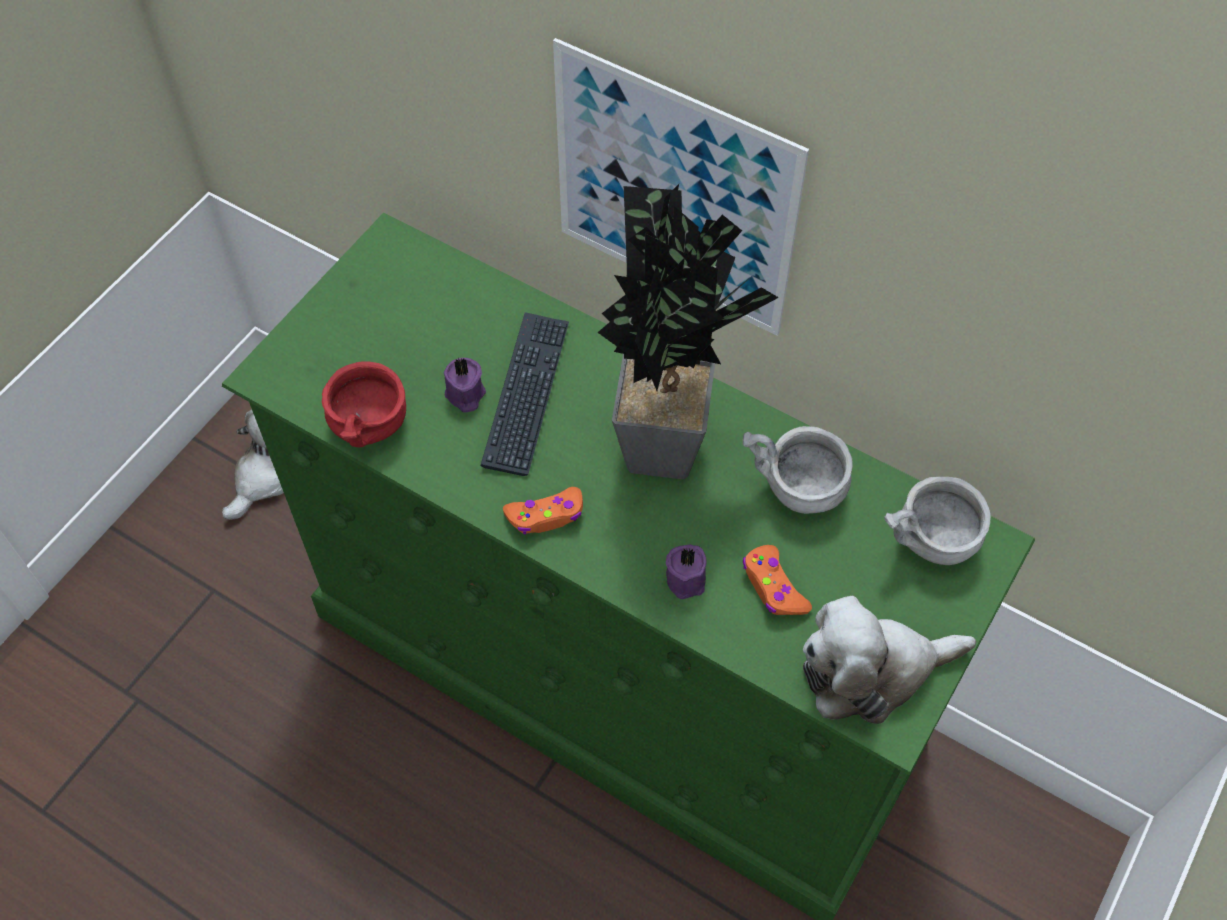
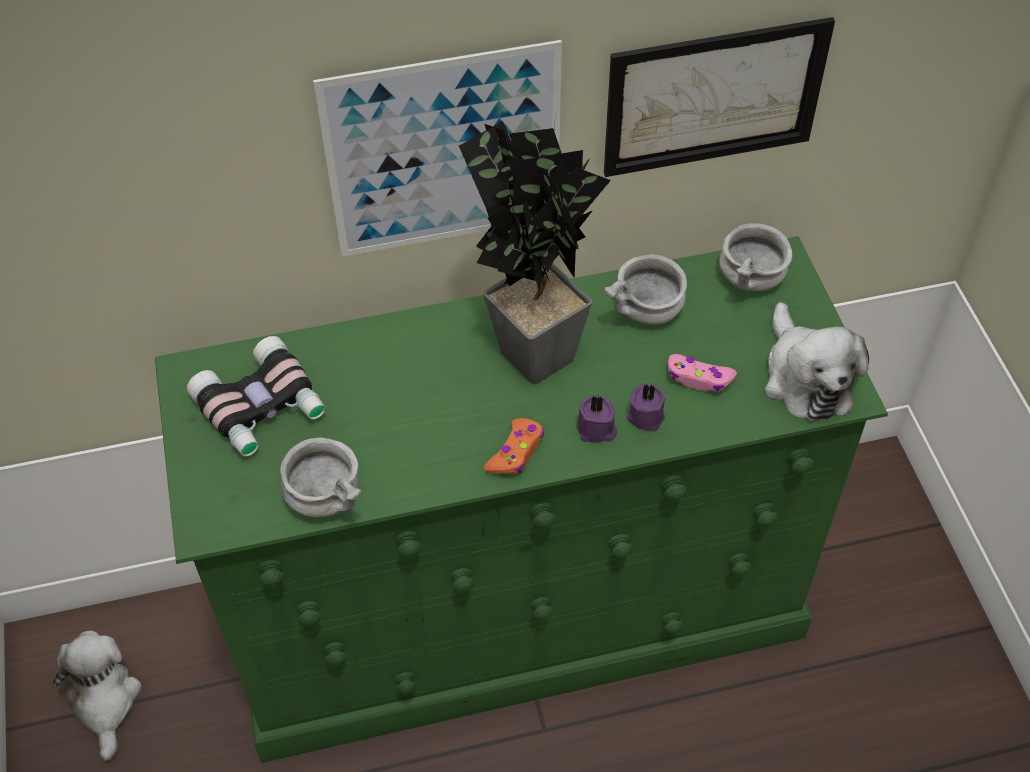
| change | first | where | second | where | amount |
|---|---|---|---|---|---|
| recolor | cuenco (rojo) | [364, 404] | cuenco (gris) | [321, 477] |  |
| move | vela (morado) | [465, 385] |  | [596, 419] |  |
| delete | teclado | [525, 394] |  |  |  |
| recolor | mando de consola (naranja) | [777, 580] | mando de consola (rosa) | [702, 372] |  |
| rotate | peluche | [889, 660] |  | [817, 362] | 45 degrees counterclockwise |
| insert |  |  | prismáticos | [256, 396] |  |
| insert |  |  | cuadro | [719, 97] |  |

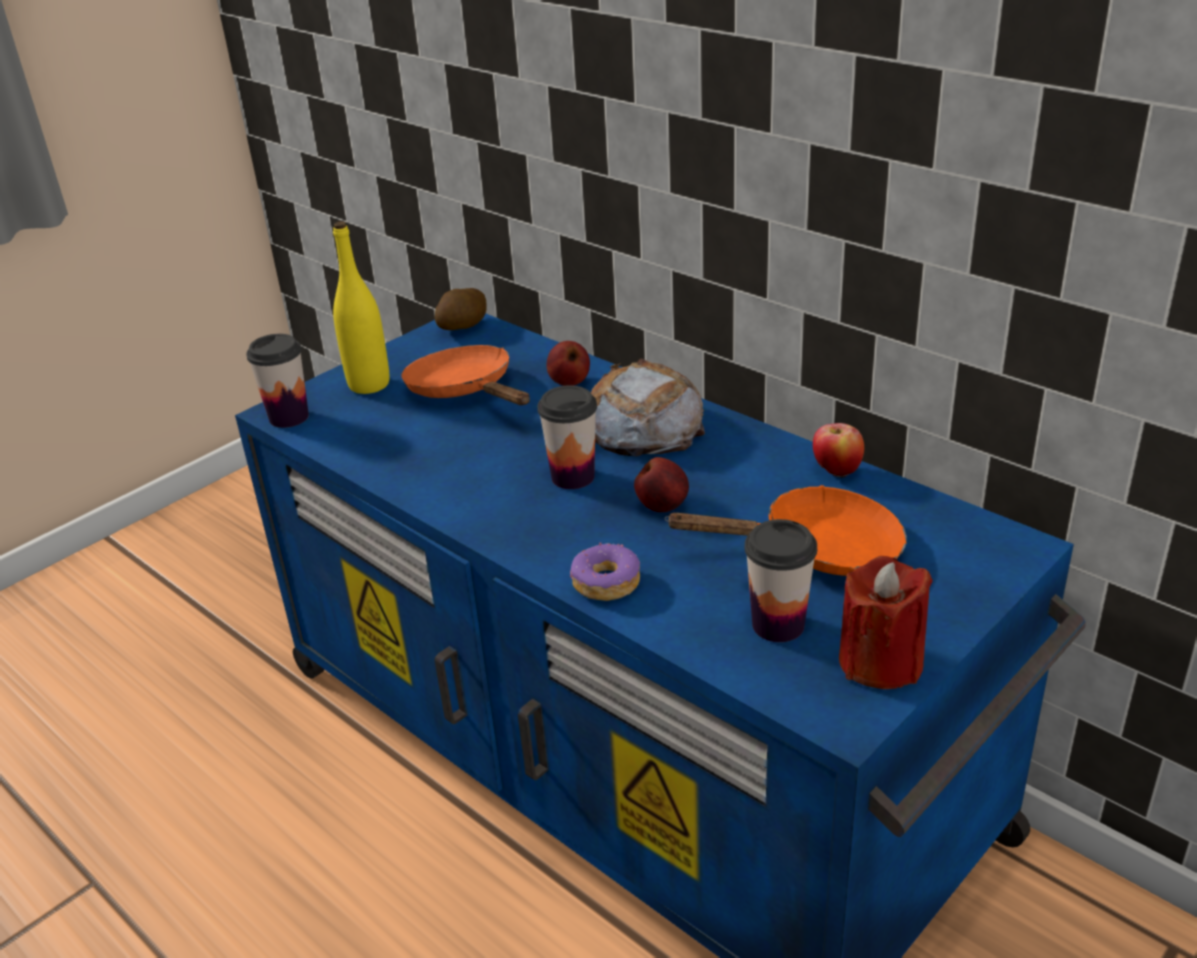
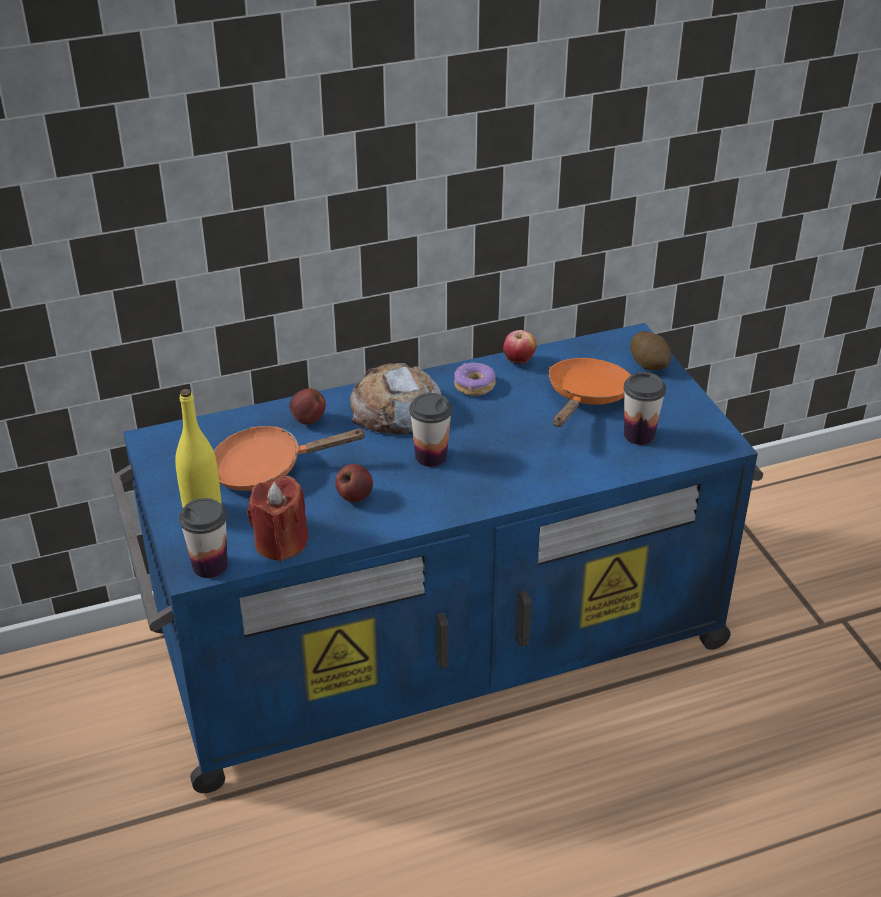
| change | first | where | second | where | amount |
|---|---|---|---|---|---|
| move | patata | [461, 309] |  | [650, 350] |  |
| move | rosquilla | [605, 571] |  | [475, 379] |  |
| move | manzana | [661, 484] |  | [354, 483] |  |
| move | vela (rojo) | [886, 622] |  | [278, 519] |  |

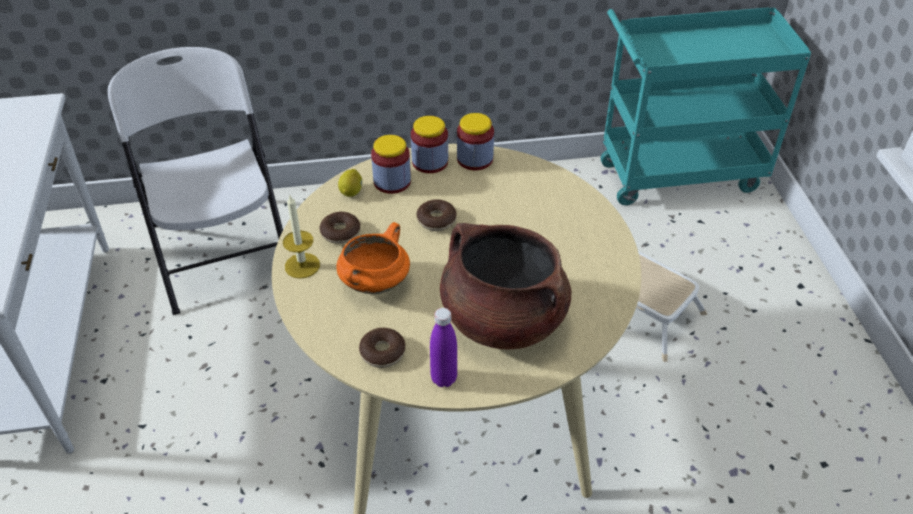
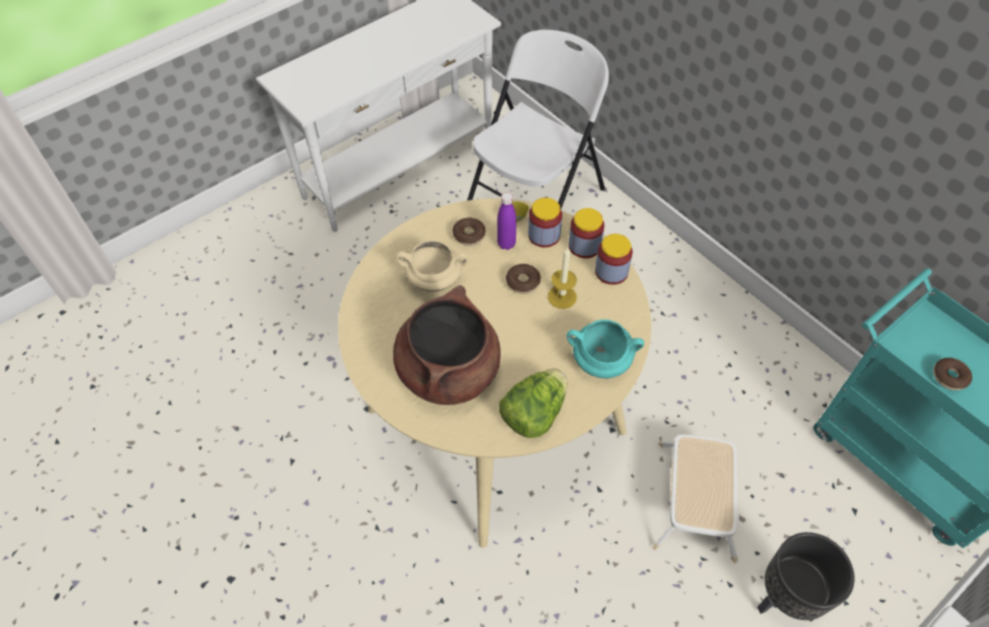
| change | first | where | second | where | amount |
|---|---|---|---|---|---|
| move | vela | [301, 237] |  | [562, 278] |  |
| recolor | olla (naranja) | [373, 258] | olla (beis) | [432, 266] |  |
| move | rosquilla | [382, 348] |  | [952, 374] |  |
| move | botella (morado) | [443, 347] |  | [506, 221] |  |
| insert |  |  | lechuga | [533, 403] |  |
| insert |  |  | olla (turquesa) | [605, 348] |  |
| insert |  |  | maceta (negro) | [806, 576] |  |

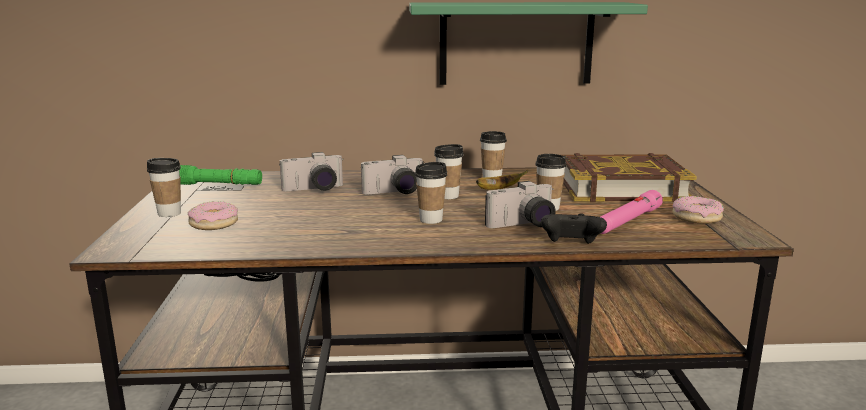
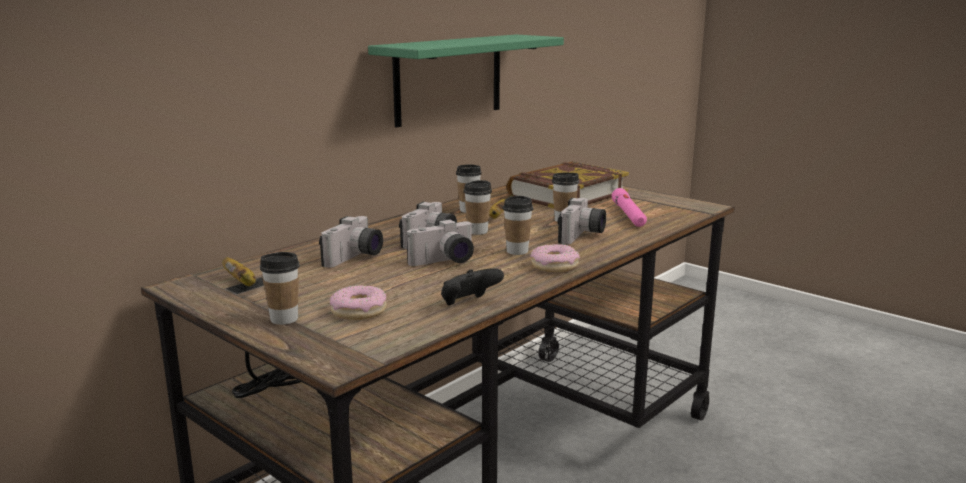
| change | first | where | second | where | amount |
|---|---|---|---|---|---|
| replace | linterna (verde) | [220, 175] | plátano | [239, 271] |  |
| move | mando de consola (negro) | [574, 228] |  | [472, 287] |  |
| move | rosquilla | [698, 210] |  | [555, 258] |  |
| insert |  |  | cámara | [440, 242] |  |

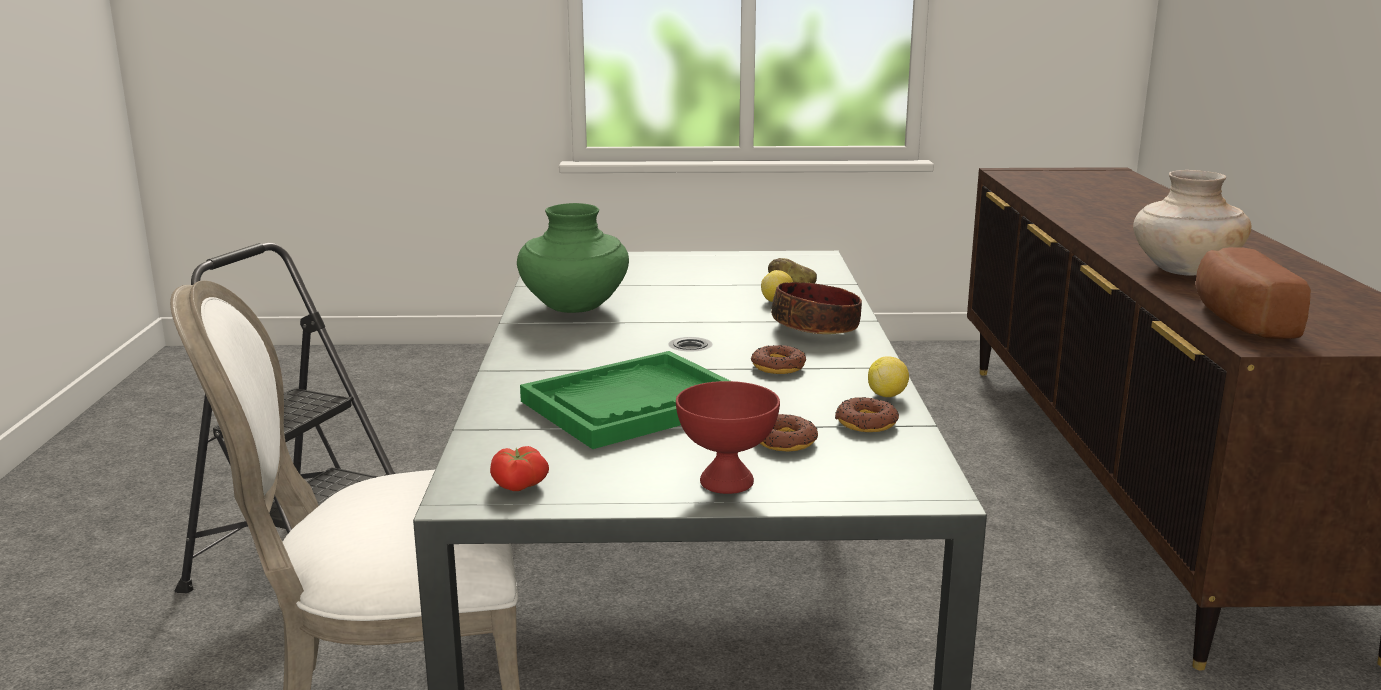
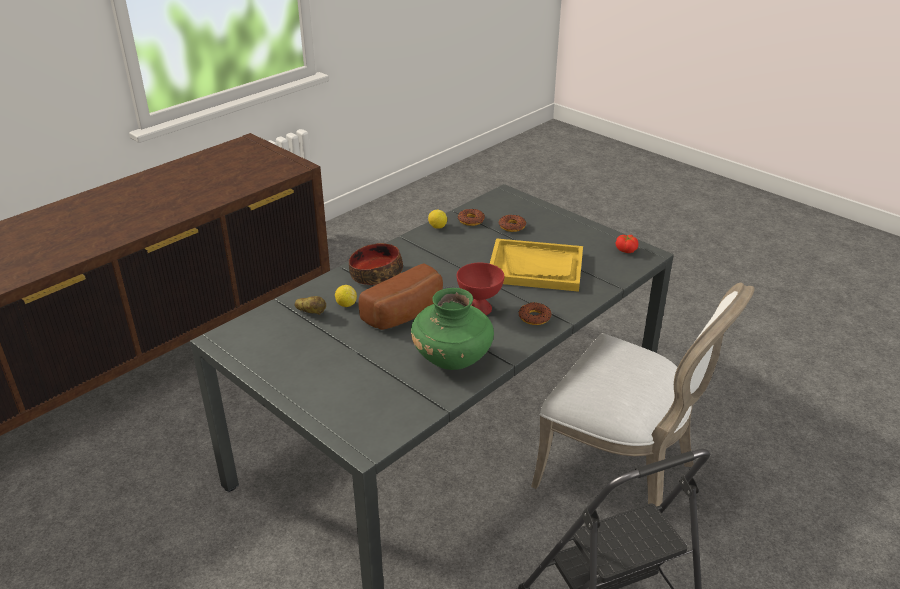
| change | first | where | second | where | amount |
|---|---|---|---|---|---|
| recolor | bandeja (verde) | [625, 400] | bandeja (amarillo) | [536, 265] |  |
| move | cuenco (rojo) | [728, 437] |  | [480, 289] |  |
| move | rosquilla | [778, 359] |  | [535, 313] |  |
| delete | florero (beis) | [1192, 223] |  |  |  |
| move | pan | [1253, 293] |  | [400, 296] |  |

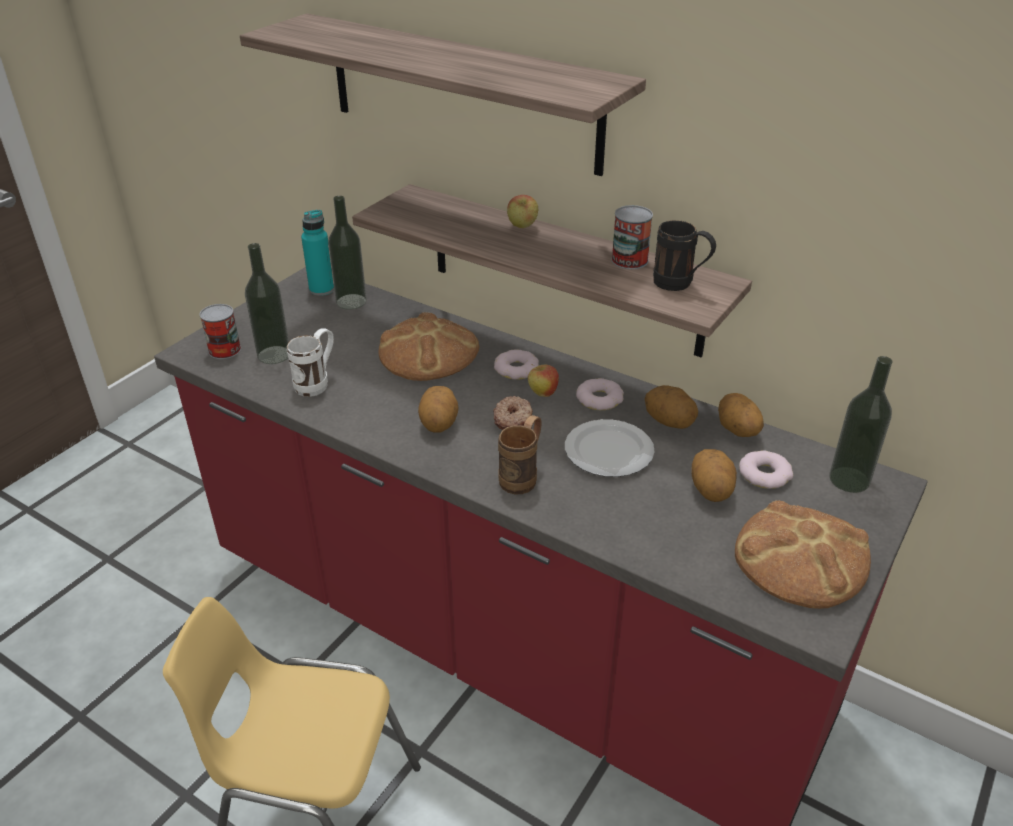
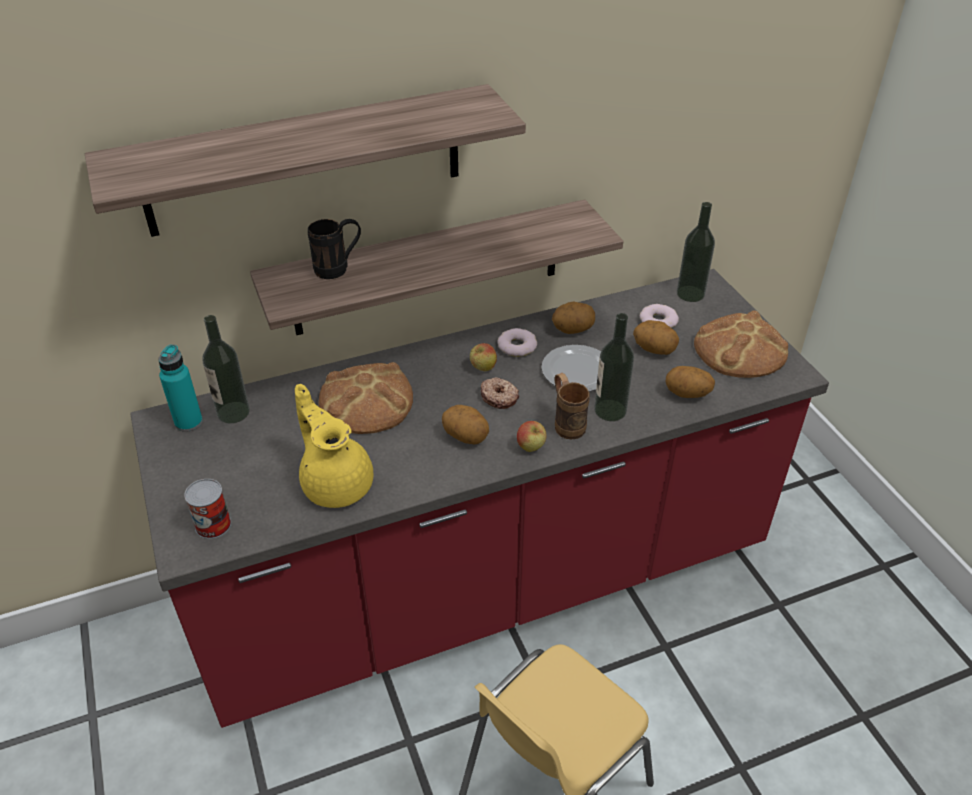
| change | first | where | second | where | amount |
|---|---|---|---|---|---|
| move | botella | [267, 303] |  | [614, 367] |  |
| replace | taza grande (blanco) | [310, 362] | tetera (amarillo) | [334, 446] |  |
| delete | rosquilla | [516, 364] |  |  |  |
| move | manzana | [522, 211] |  | [532, 436] |  |
| delete | lata | [632, 237] |  |  |  |
| move | taza grande (negro) | [684, 255] |  | [334, 249] |  |
| move | patata | [741, 415] |  | [690, 382] |  |

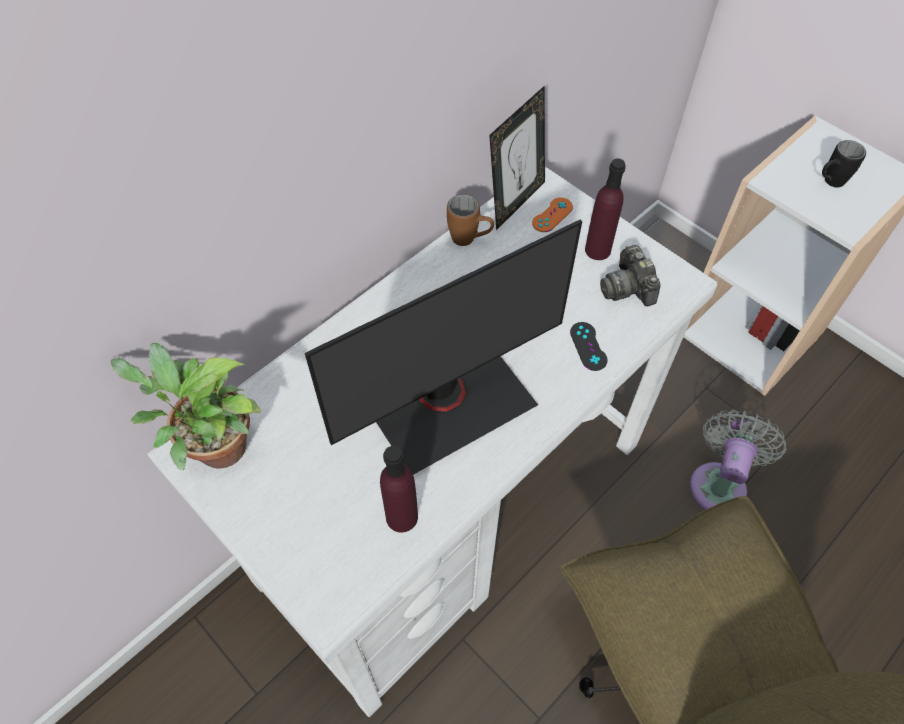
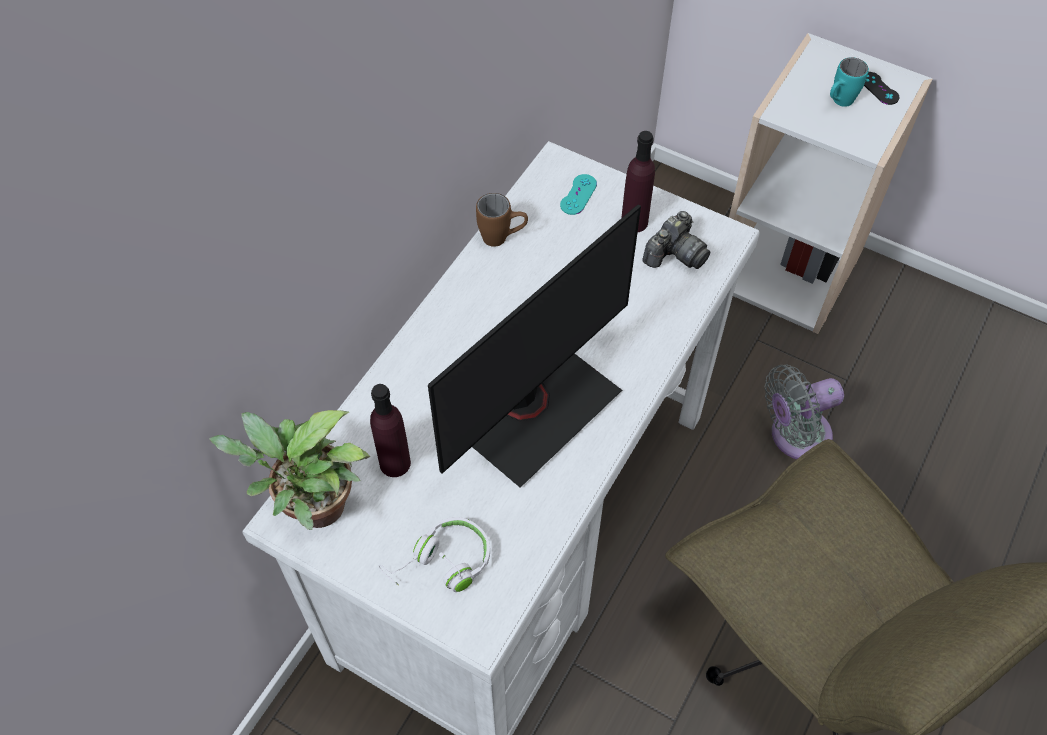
| change | first | where | second | where | amount |
|---|---|---|---|---|---|
| move | botella (morado) | [399, 489] |  | [390, 430] |  |
| delete | portarretratos | [517, 158] |  |  |  |
| recolor | mando de consola (naranja) | [552, 215] | mando de consola (turquesa) | [578, 194] |  |
| move | mando de consola (negro) | [589, 346] |  | [881, 88] |  |
| rotate | cámara | [630, 275] |  | [676, 240] | 105 degrees counterclockwise |
| rotate | ventilador (gris) | [738, 460] |  | [804, 412] | 120 degrees counterclockwise |
| recolor | taza grande (negro) | [844, 164] | taza grande (turquesa) | [849, 82] |  |
| insert |  |  | auriculares (blanco) | [434, 554] |  |

